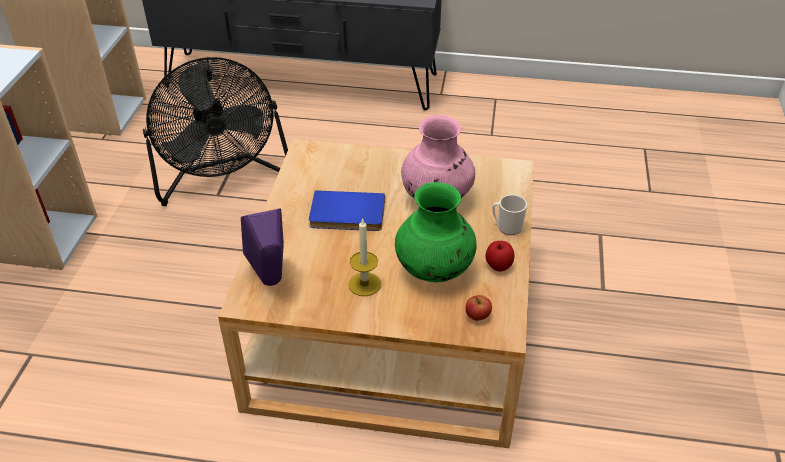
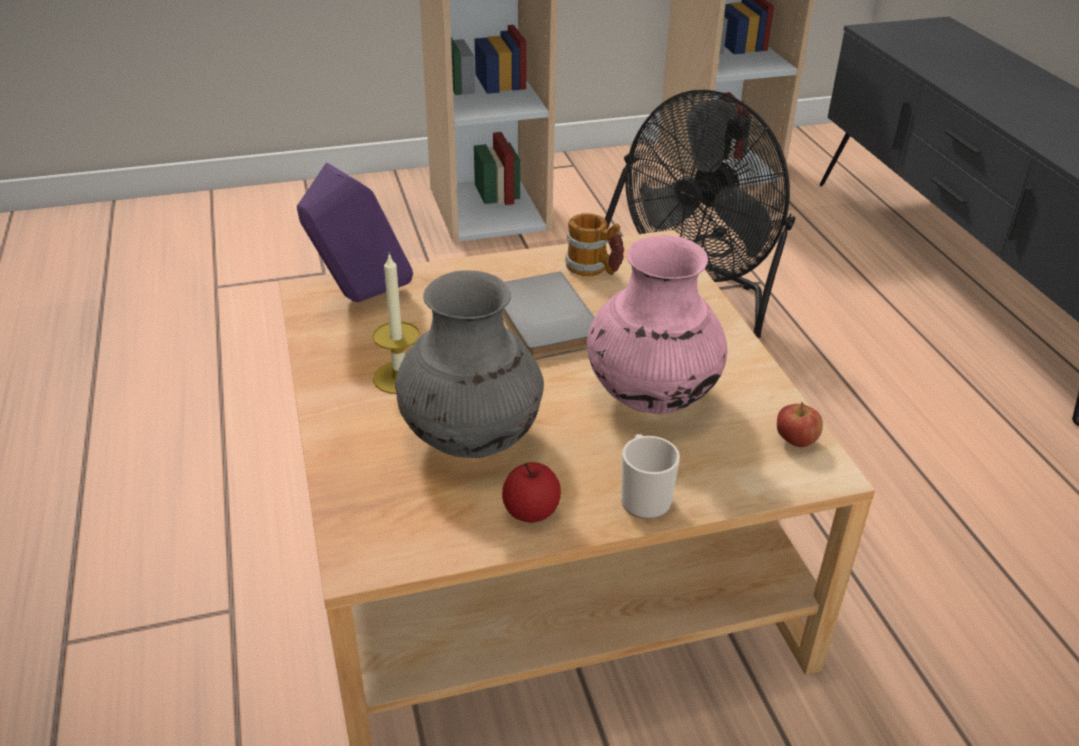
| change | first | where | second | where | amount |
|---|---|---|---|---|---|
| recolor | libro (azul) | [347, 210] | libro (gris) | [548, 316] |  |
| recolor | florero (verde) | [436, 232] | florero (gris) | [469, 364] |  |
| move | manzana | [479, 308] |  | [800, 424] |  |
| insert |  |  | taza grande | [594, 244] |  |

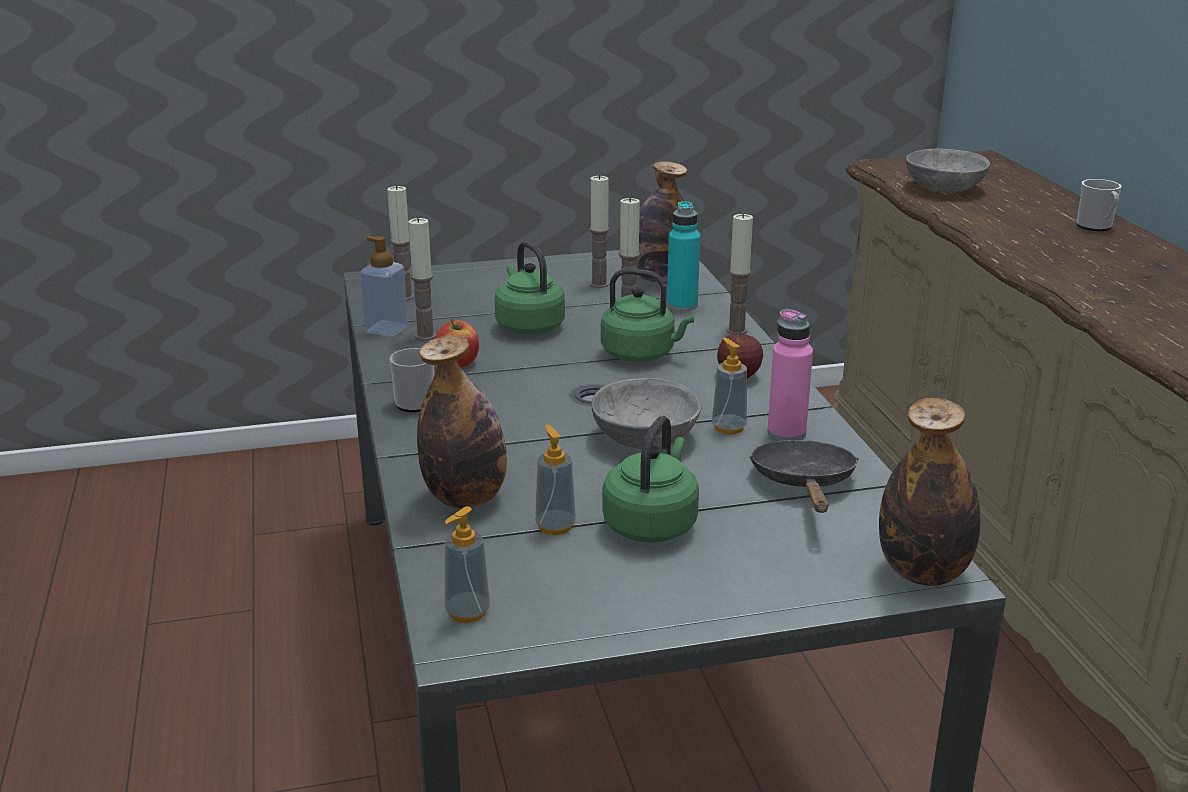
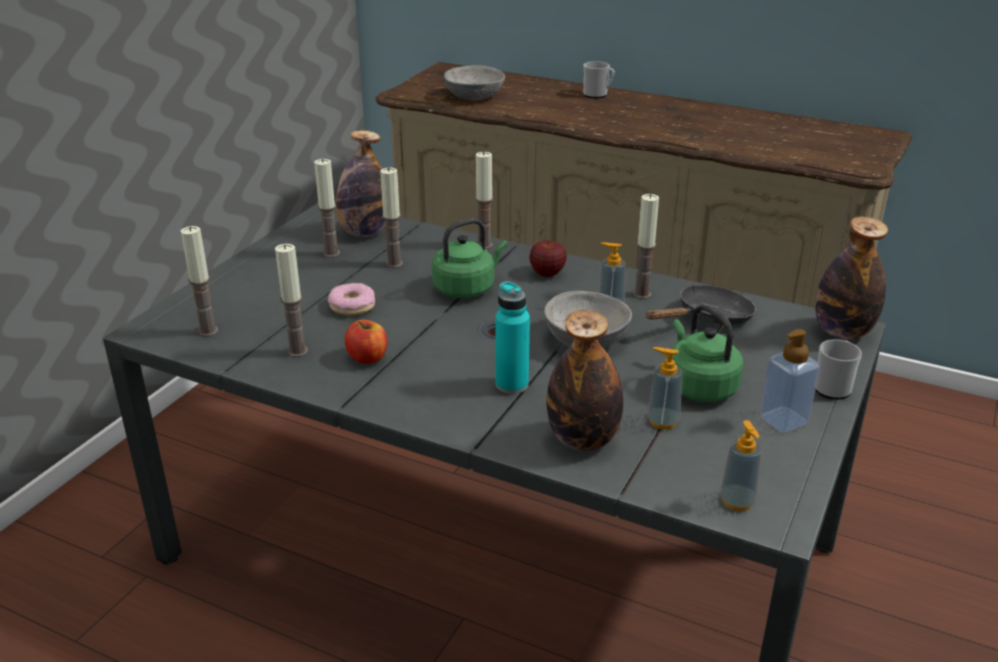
| change | first | where | second | where | amount |
|---|---|---|---|---|---|
| move | dispensador de jabón | [384, 286] |  | [790, 381] |  |
| move | taza grande | [411, 380] |  | [838, 369] |  |
| replace | hervidor (verde) | [530, 288] | rosquilla | [351, 299] |  |
| move | botella (turquesa) | [683, 256] |  | [512, 337] |  |
| rotate | sartén (negro) | [804, 476] |  | [700, 305] | 105 degrees clockwise |
| replace | botella (rosa) | [790, 375] | vela | [646, 246] |  |

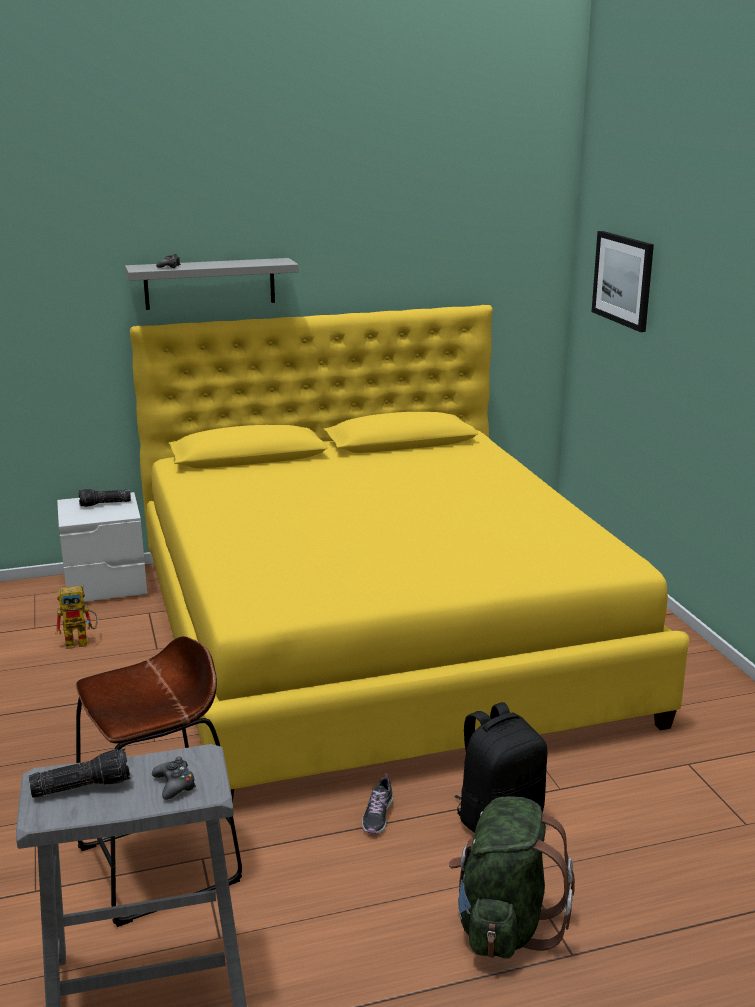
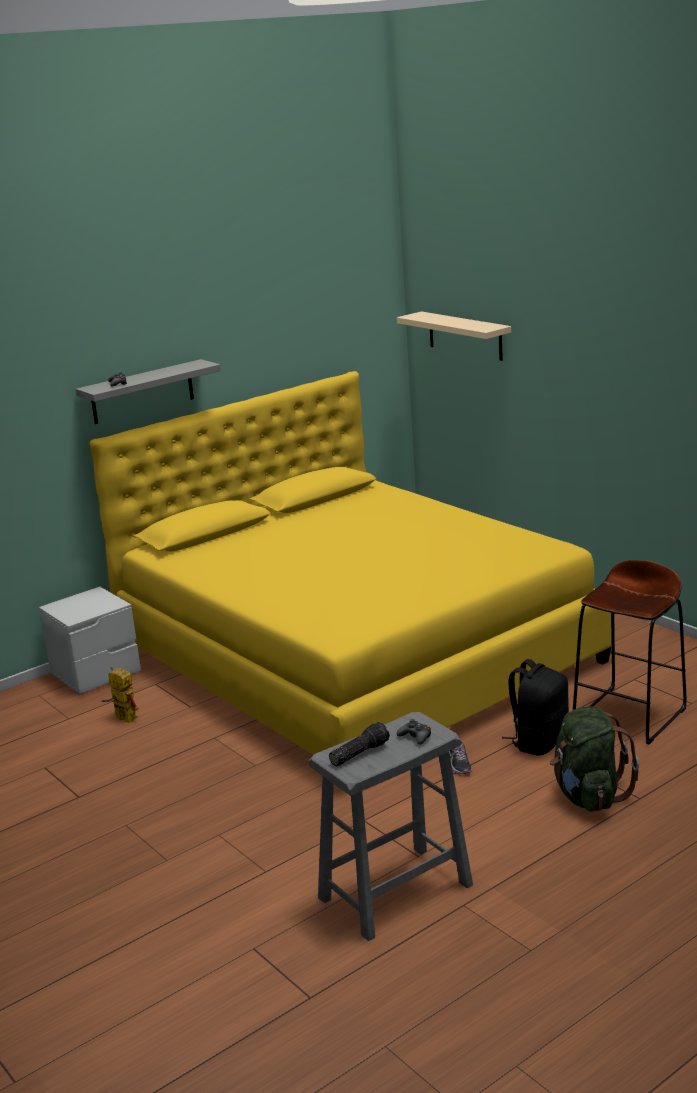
| change | first | where | second | where | amount |
|---|---|---|---|---|---|
| rotate | robot de juguete | [77, 617] |  | [120, 695] | 105 degrees counterclockwise |
| move | taburete (marrón) | [159, 781] |  | [630, 652] |  |
| delete | linterna | [105, 498] |  |  |  |
| replace | cuadro | [623, 281] | estante (beis) | [454, 336] |  |

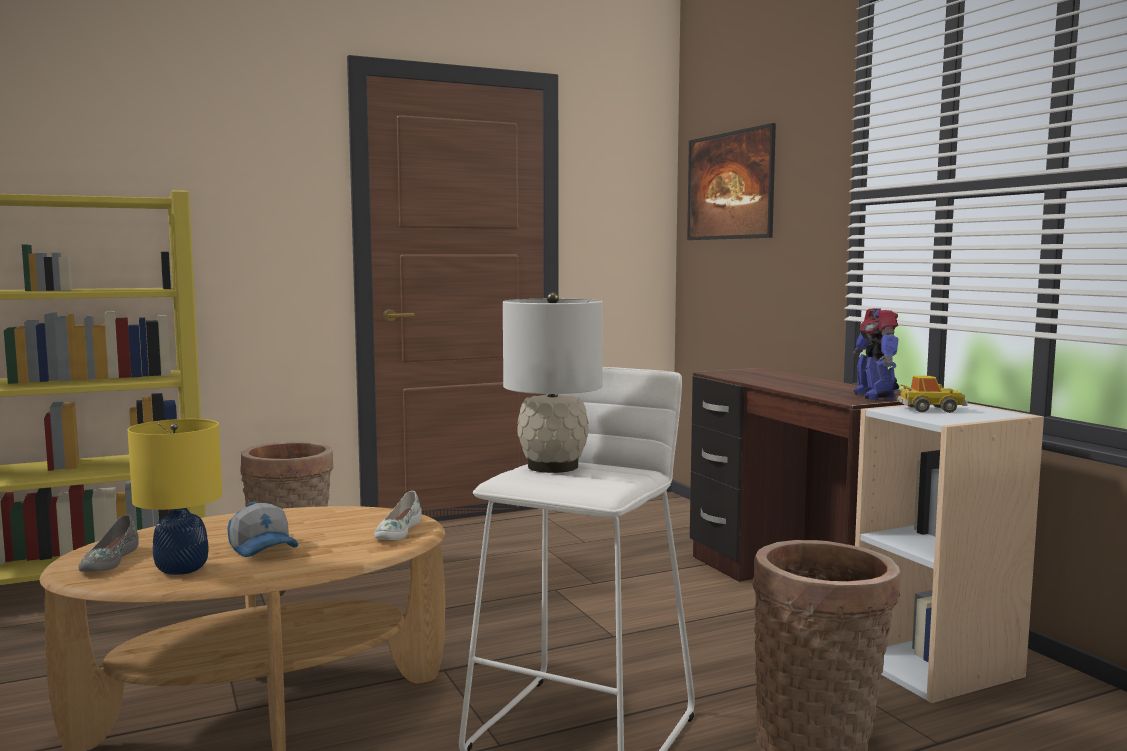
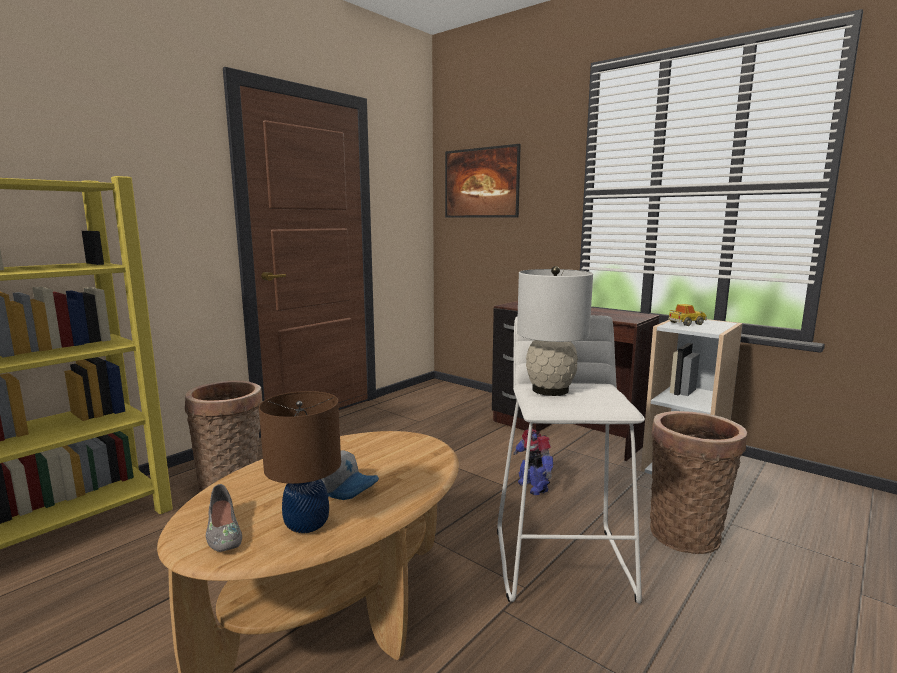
| change | first | where | second | where | amount |
|---|---|---|---|---|---|
| recolor | lámpara de mesa (amarillo) | [175, 497] | lámpara de mesa (marrón) | [300, 462] |  |
| delete | zapato (blanco) | [397, 515] |  |  |  |
| move | robot de juguete | [876, 354] |  | [533, 462] |  |

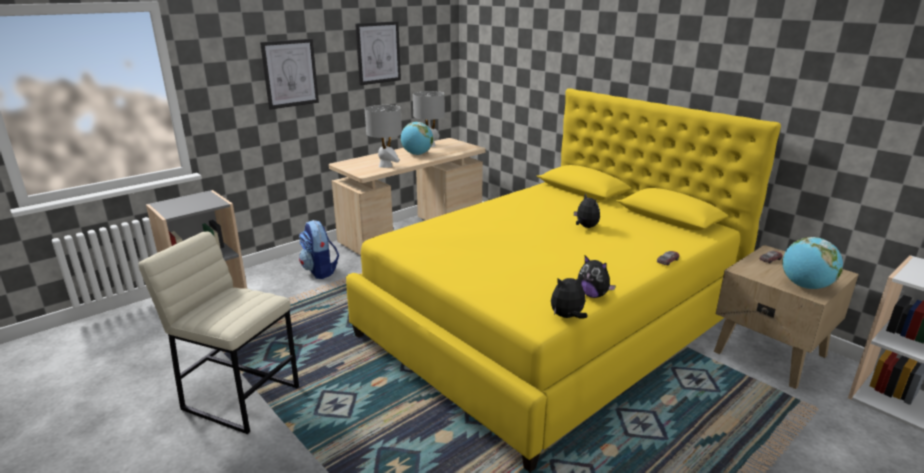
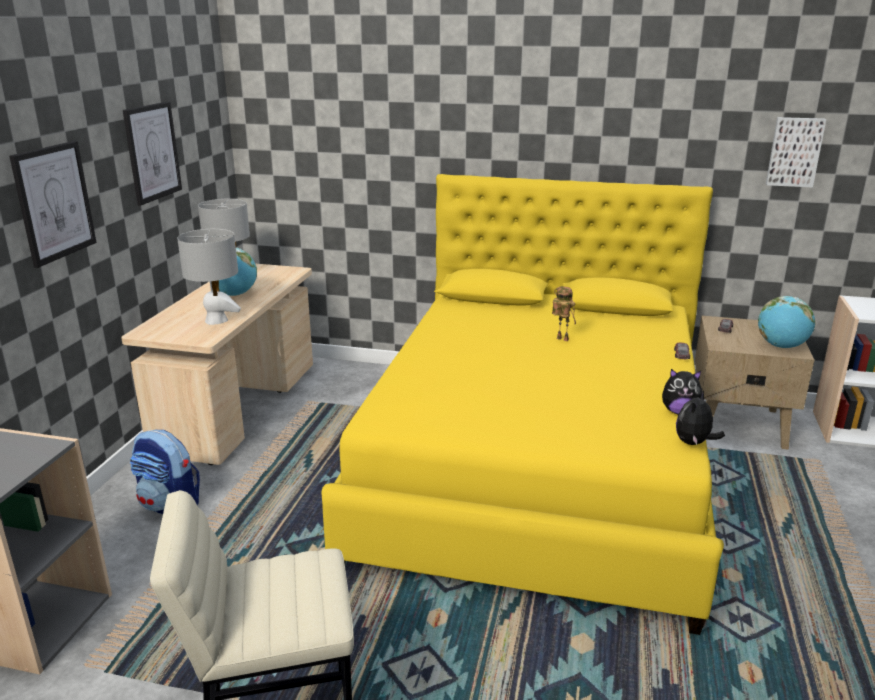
| change | first | where | second | where | amount |
|---|---|---|---|---|---|
| replace | peluche | [587, 210] | robot de juguete | [564, 313] |  |
| insert |  |  | cuadro | [796, 152] |  |

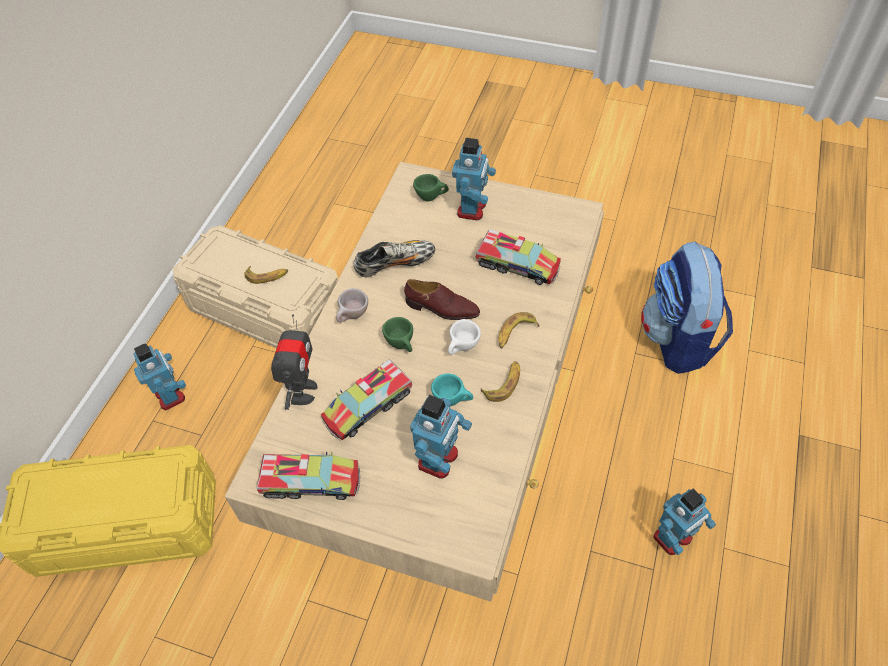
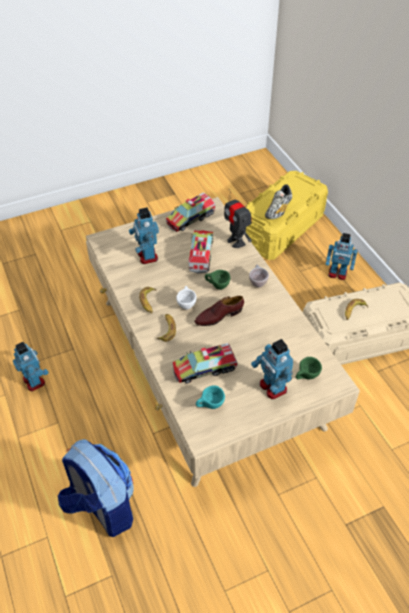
| change | first | where | second | where | amount |
|---|---|---|---|---|---|
| move | zapato | [394, 258] |  | [278, 201] |  |
| move | taza (turquesa) | [452, 389] |  | [210, 397] |  |
| rotate | robot de juguete | [684, 522] |  | [31, 367] | 135 degrees clockwise |

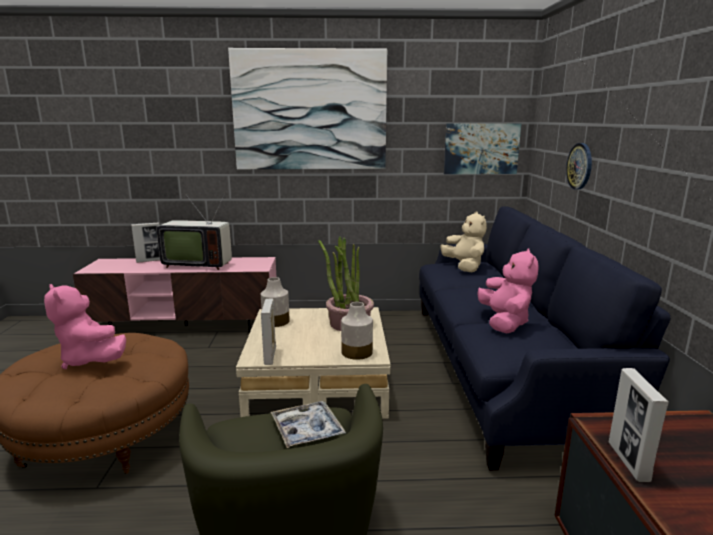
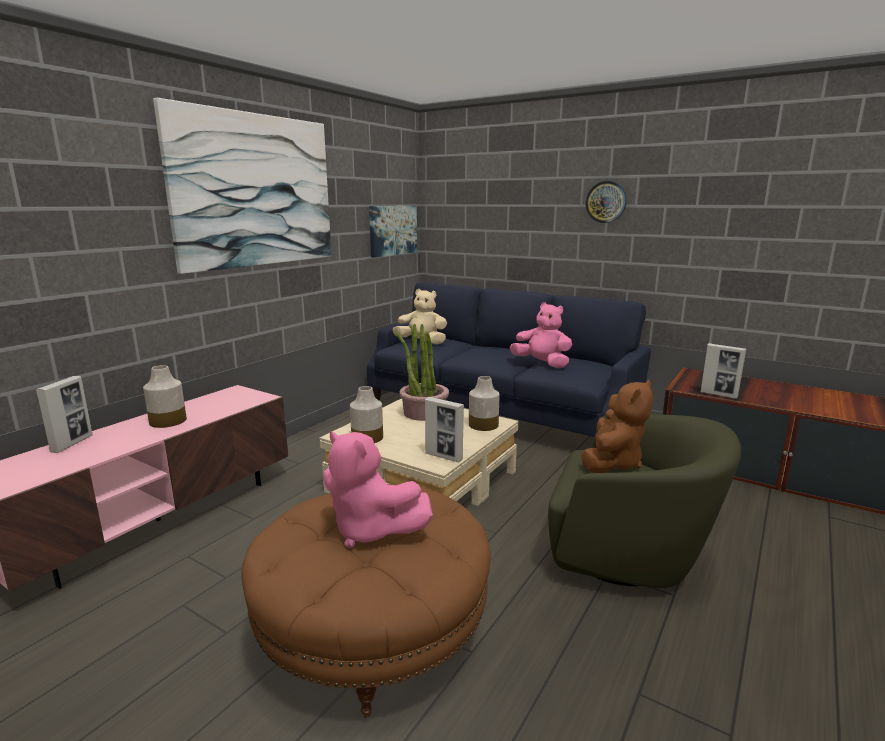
| change | first | where | second | where | amount |
|---|---|---|---|---|---|
| rotate | peluche (rosa) | [85, 326] |  | [378, 489] | 45 degrees clockwise |
| replace | televisor | [194, 231] | florero (beis) | [165, 396] |  |
| replace | bandeja | [308, 424] | peluche (marrón) | [617, 426] |  |
| move | reloj de pared | [579, 166] |  | [606, 202] |  |

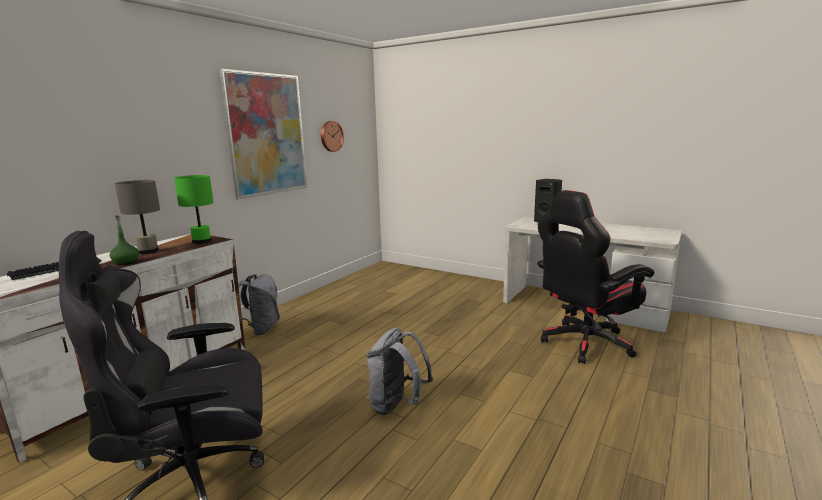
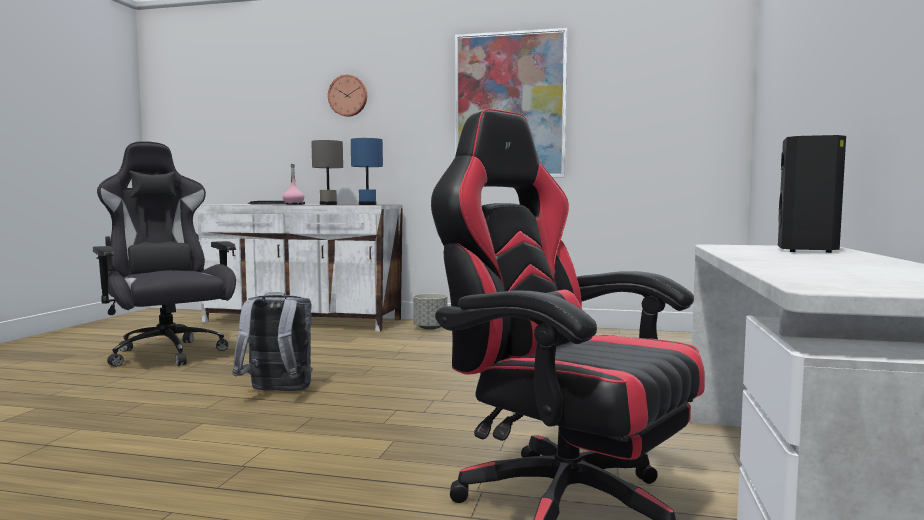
| change | first | where | second | where | amount |
|---|---|---|---|---|---|
| recolor | botella (verde) | [124, 240] | botella (rosa) | [293, 184] |  |
| recolor | lámpara de mesa (verde) | [193, 209] | lámpara de mesa (azul) | [367, 171] |  |
| replace | mochila (gris) | [259, 305] | maceta (gris) | [430, 311] |  |
| move | reloj de pared | [332, 136] |  | [347, 96] |  |

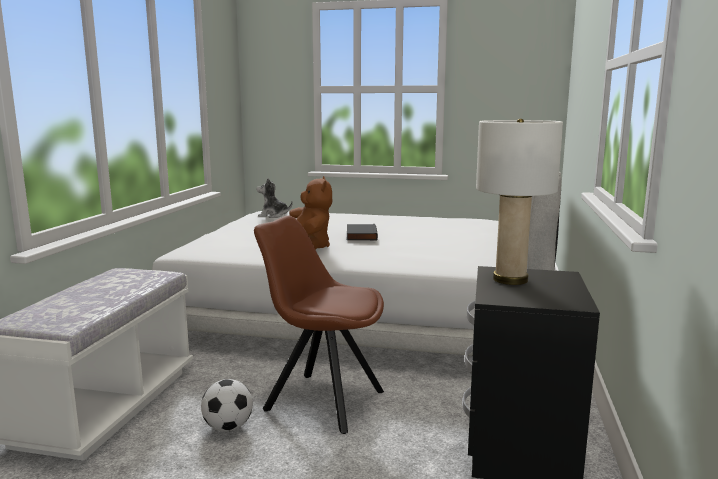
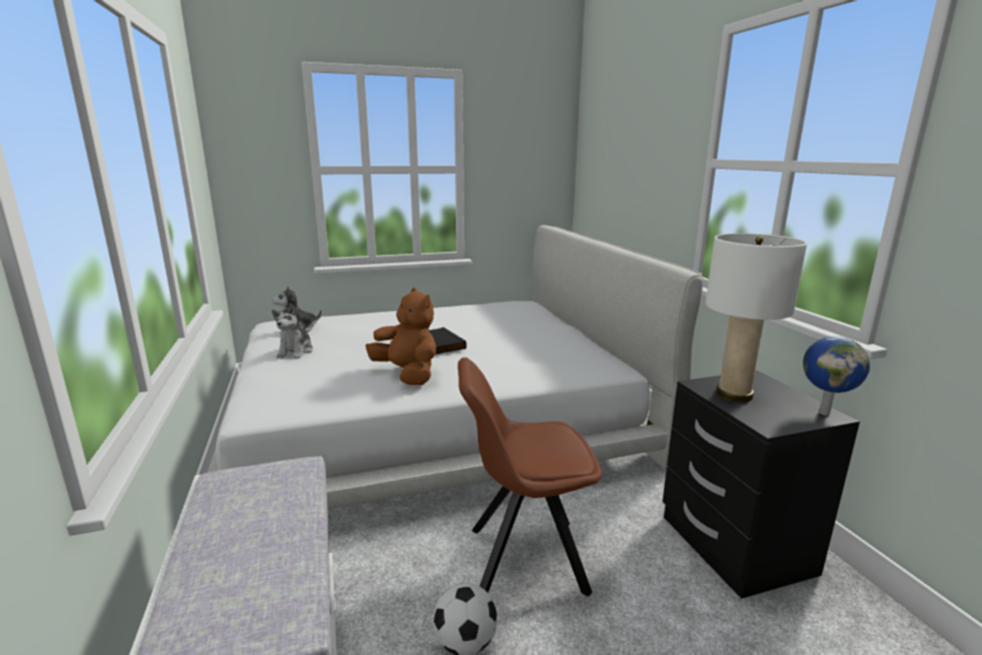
| change | first | where | second | where | amount |
|---|---|---|---|---|---|
| insert |  |  | peluche | [292, 330] |  |
| insert |  |  | globo terráqueo | [836, 376] |  |

